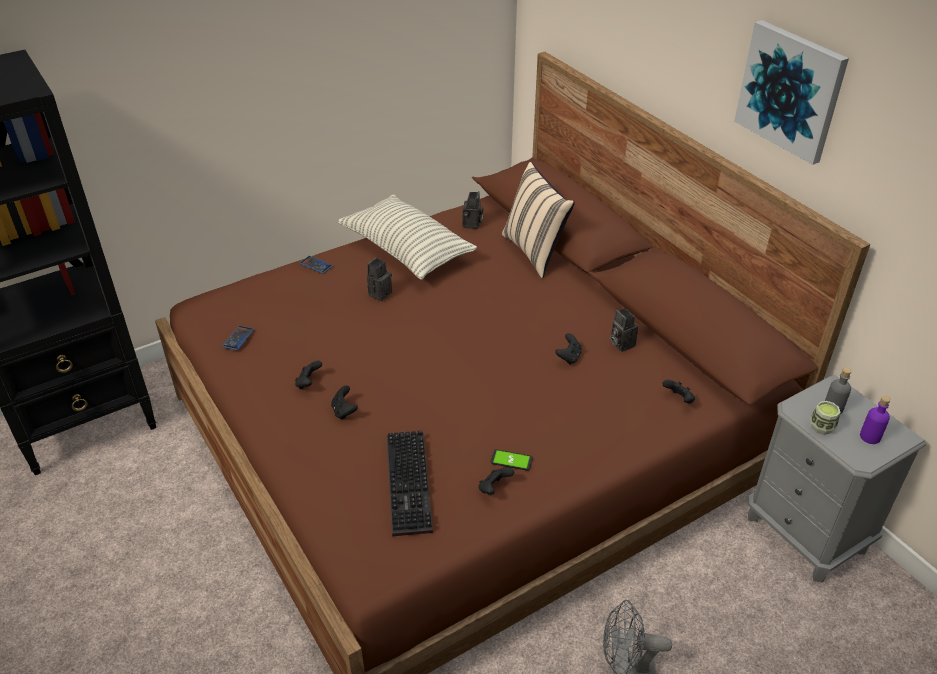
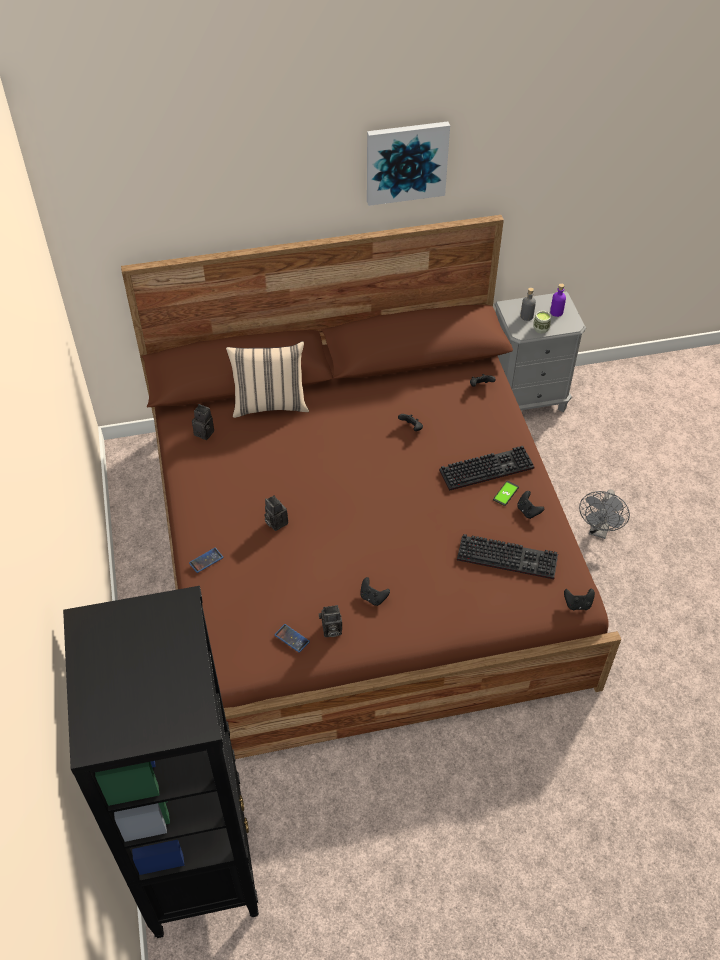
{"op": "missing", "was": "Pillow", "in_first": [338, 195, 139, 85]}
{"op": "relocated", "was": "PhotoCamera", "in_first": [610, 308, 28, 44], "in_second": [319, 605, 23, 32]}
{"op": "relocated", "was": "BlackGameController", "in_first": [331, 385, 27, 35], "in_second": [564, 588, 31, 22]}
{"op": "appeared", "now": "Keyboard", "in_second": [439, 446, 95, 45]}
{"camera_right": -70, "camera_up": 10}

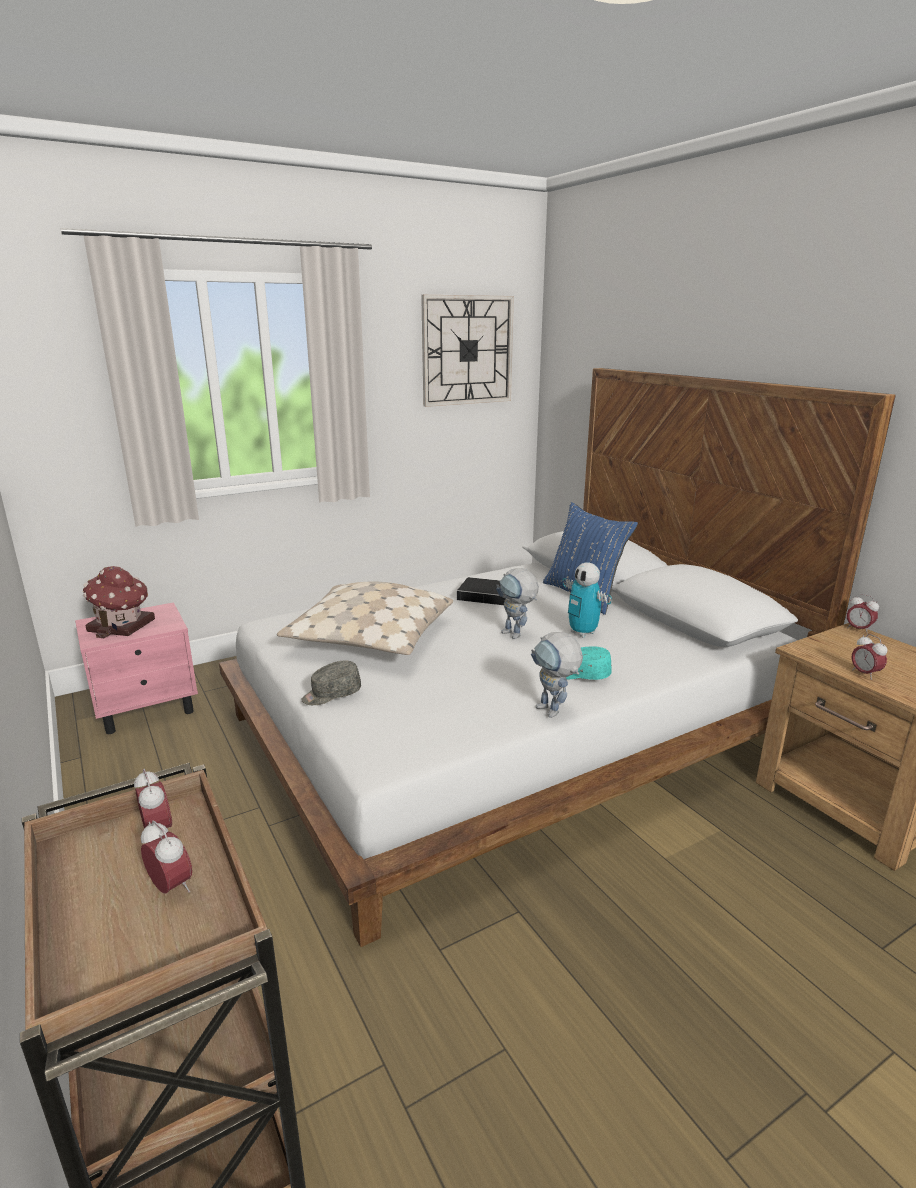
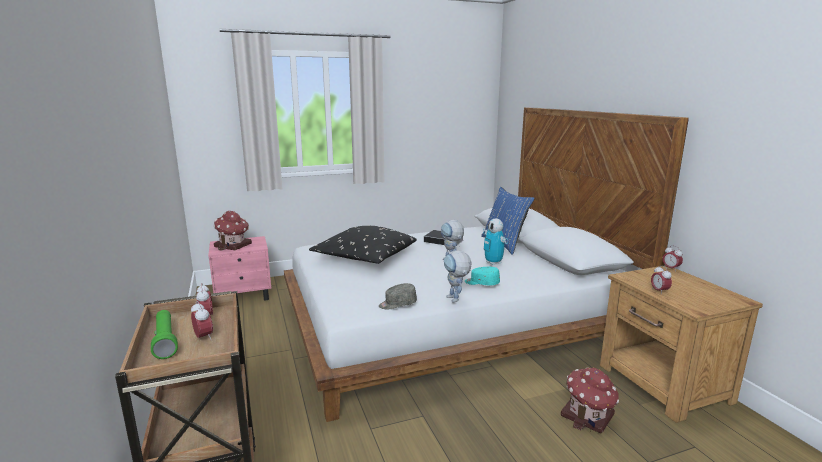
{"op": "missing", "was": "WallClock", "in_first": [421, 295, 93, 112]}
{"op": "colour", "was": "BeigePillow", "now": "BlackPillow", "in_first": [277, 581, 176, 74], "in_second": [309, 226, 108, 38]}
{"op": "relocated", "was": "GreyCap", "in_first": [301, 660, 60, 45], "in_second": [379, 283, 38, 26]}
{"op": "appeared", "now": "GreenFlashlight", "in_second": [151, 310, 27, 49]}
{"op": "appeared", "now": "ToyHouse", "in_second": [561, 367, 58, 66]}
{"camera_right": 10, "camera_up": -5}

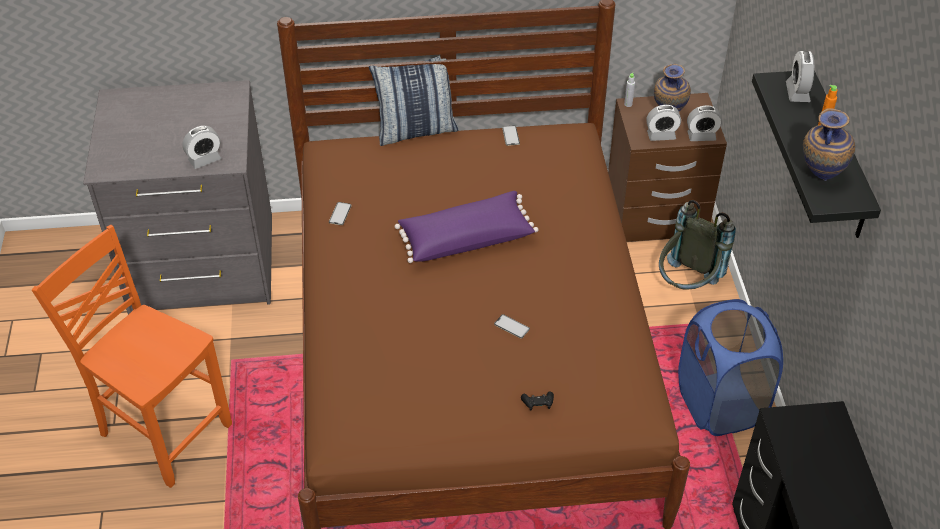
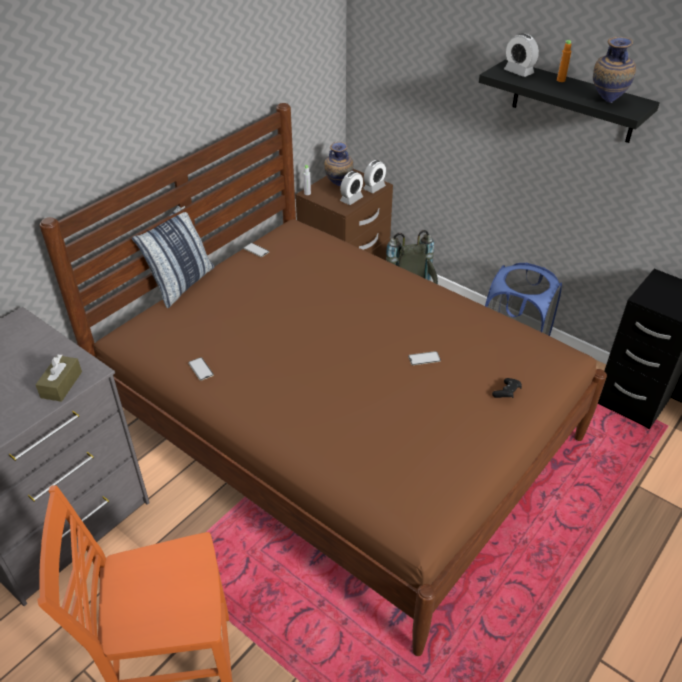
{"op": "exchanged", "was": "AlarmClock", "now": "BrownTissueBox", "in_first": [182, 126, 39, 43], "in_second": [35, 354, 47, 48]}
{"op": "missing", "was": "PurplePillow", "in_first": [395, 191, 143, 72]}
{"camera_right": -45, "camera_up": -5}

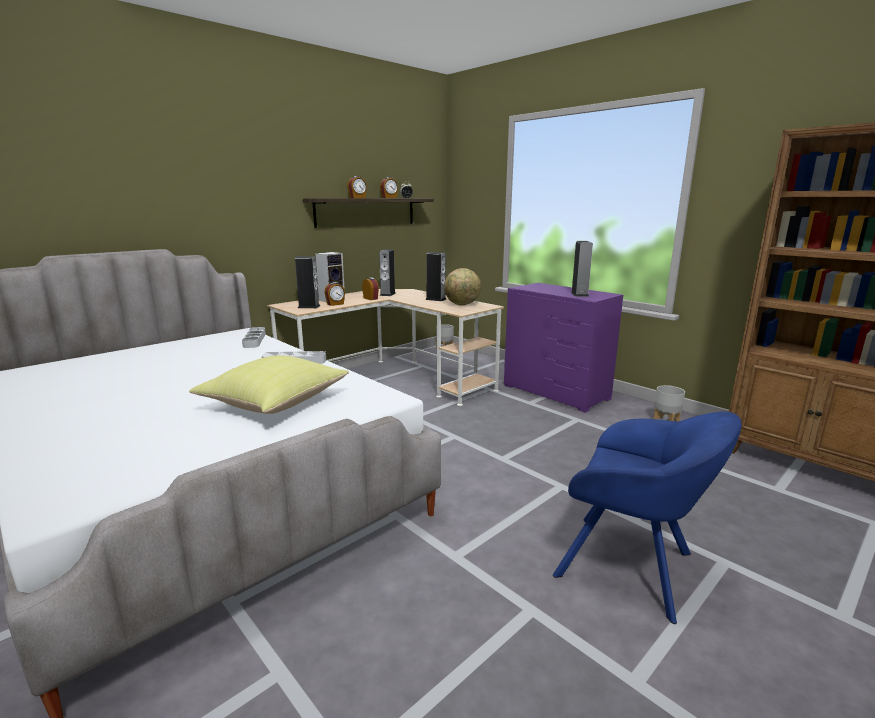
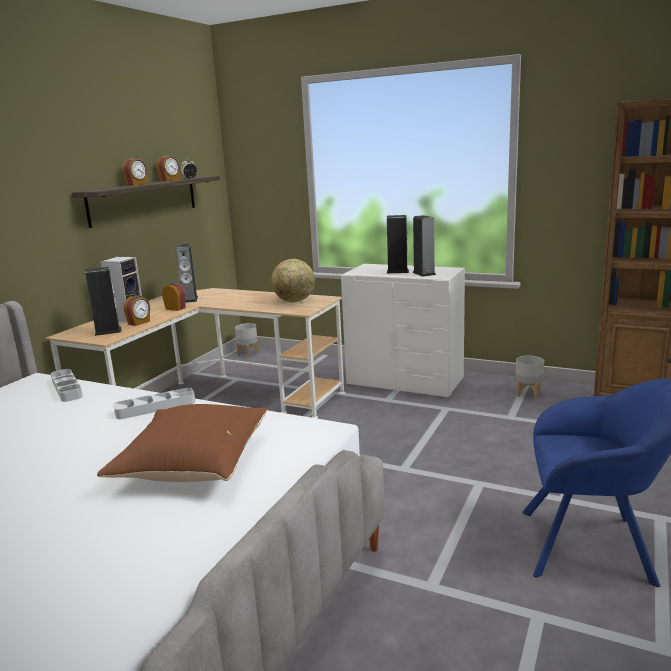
{"op": "relocated", "was": "Speaker", "in_first": [425, 252, 21, 49], "in_second": [387, 215, 22, 58]}
{"op": "colour", "was": "PurpleDresser", "now": "WhiteDresser", "in_first": [504, 283, 119, 130], "in_second": [341, 264, 124, 135]}
{"op": "colour", "was": "YellowPillow", "now": "BrownPillow", "in_first": [189, 355, 160, 59], "in_second": [97, 404, 171, 78]}
{"camera_right": -20, "camera_up": 0}

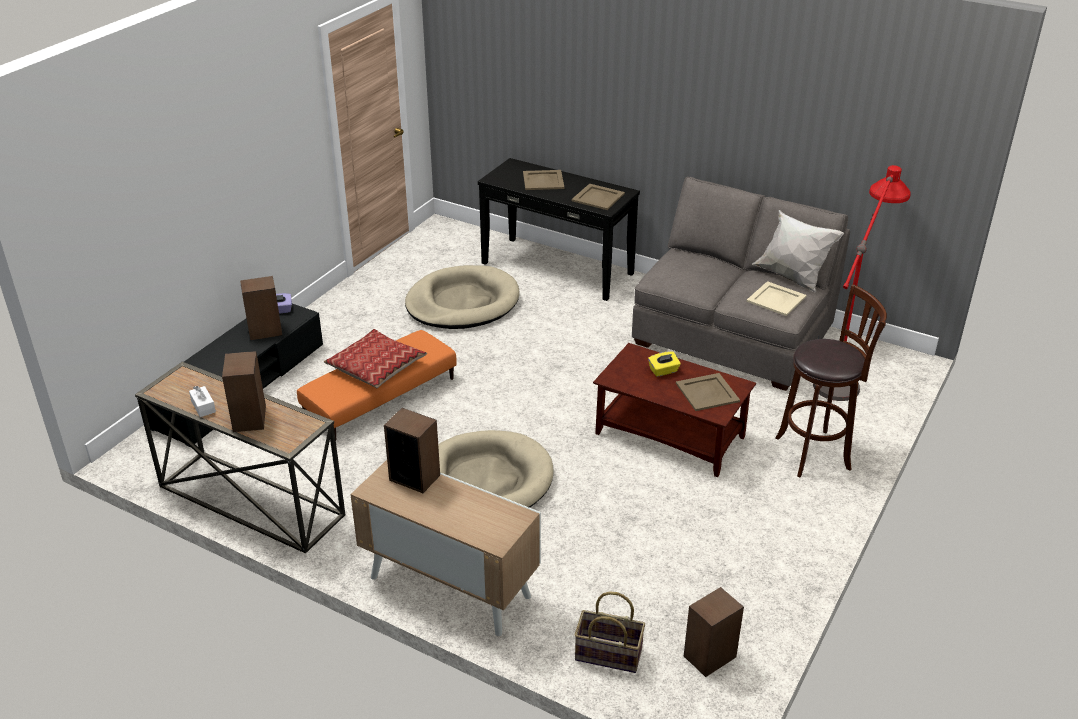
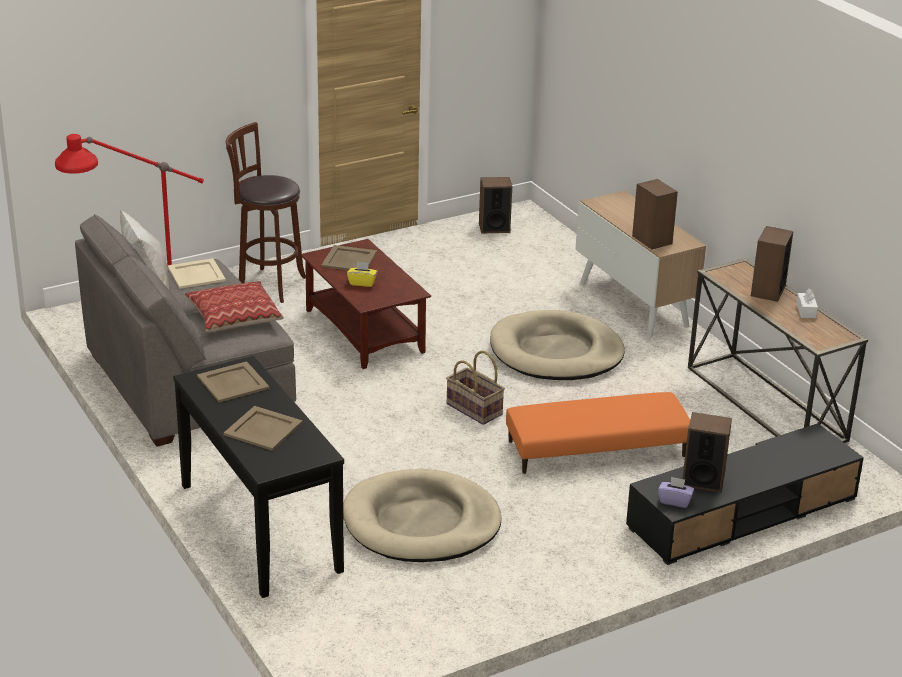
{"op": "relocated", "was": "Pillow", "in_first": [324, 329, 104, 59], "in_second": [184, 281, 100, 52]}
{"op": "relocated", "was": "Basket", "in_first": [574, 591, 71, 82], "in_second": [446, 351, 59, 74]}
{"camera_right": -150, "camera_up": -5}

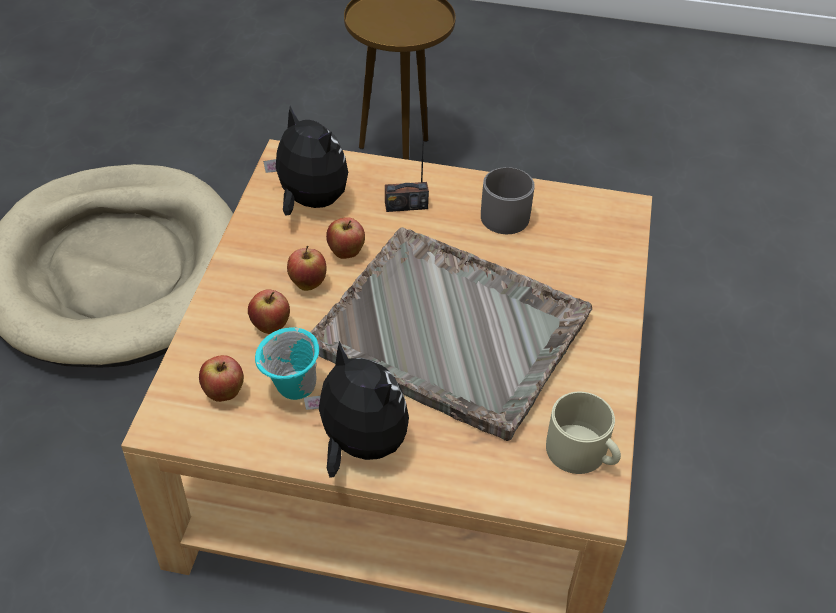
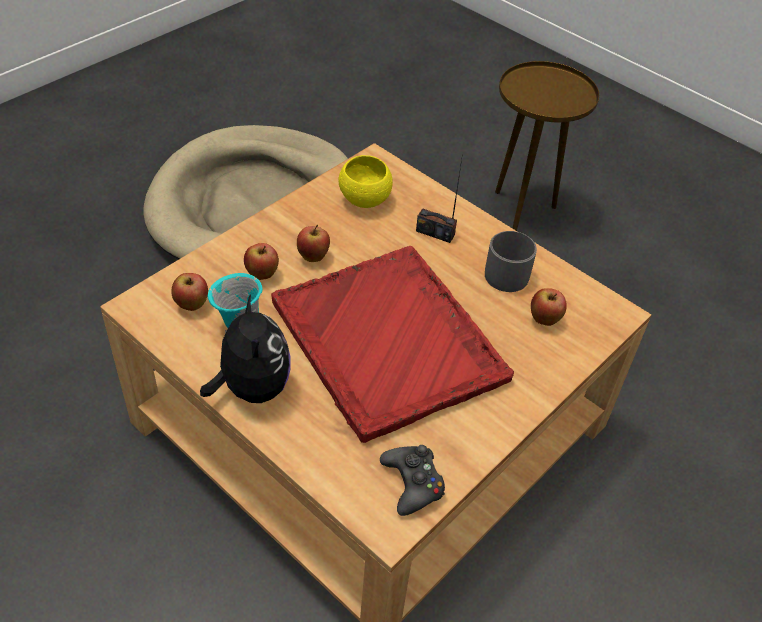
{"op": "exchanged", "was": "PlushToy", "now": "YellowBowl", "in_first": [263, 106, 85, 110], "in_second": [338, 155, 55, 53]}
{"op": "relocated", "was": "Apple", "in_first": [326, 217, 39, 42], "in_second": [531, 288, 36, 38]}
{"op": "colour", "was": "GreyTray", "now": "RedTray", "in_first": [310, 227, 282, 214], "in_second": [271, 246, 243, 197]}
{"op": "exchanged", "was": "BeigeMug", "now": "BlackGameController", "in_first": [546, 392, 75, 82], "in_second": [380, 445, 65, 71]}
{"camera_right": 30, "camera_up": 0}

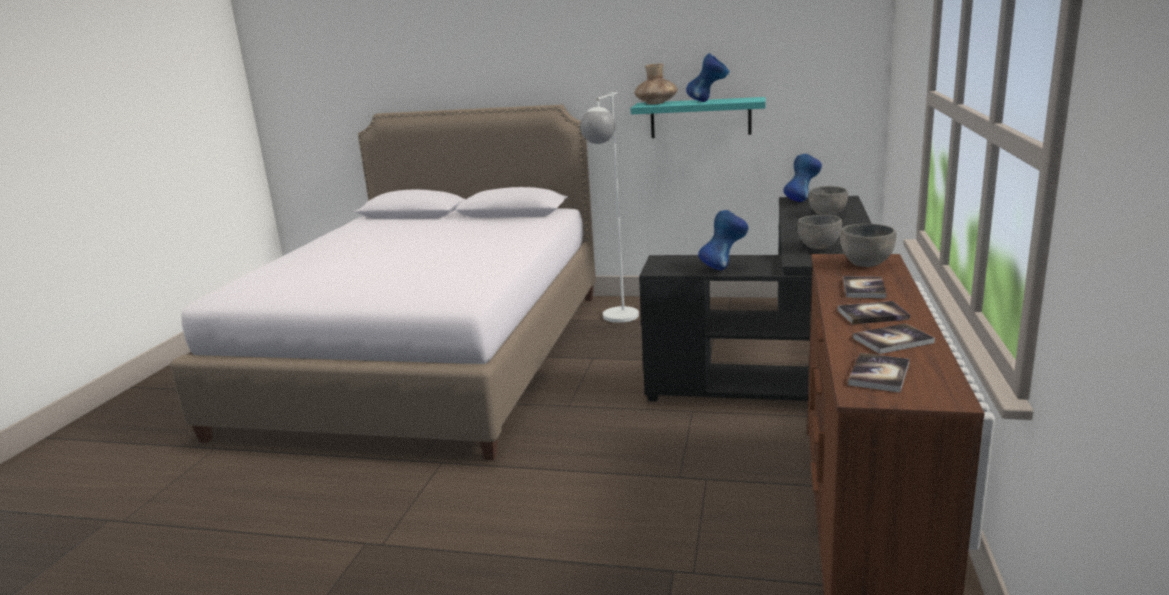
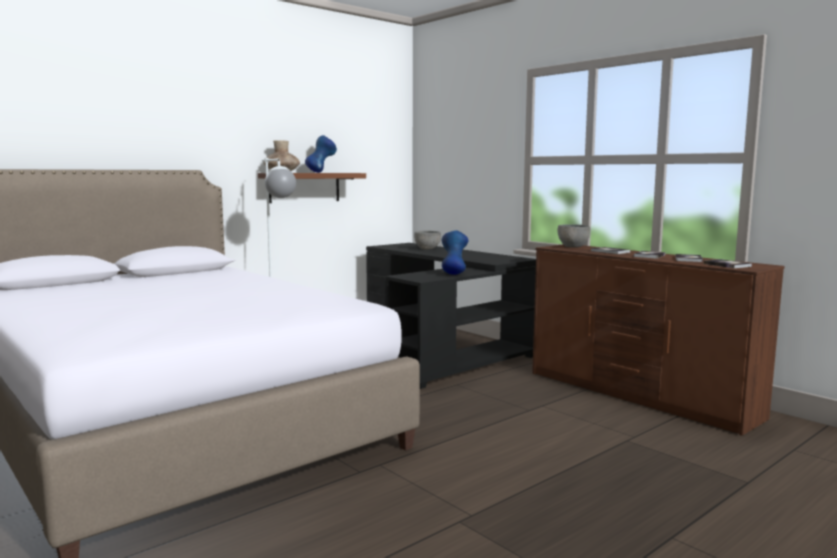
{"op": "colour", "was": "TurquoiseShelf", "now": "BrownShelf", "in_first": [630, 97, 136, 41], "in_second": [258, 173, 108, 30]}
{"op": "missing", "was": "BlueVase", "in_first": [784, 154, 38, 48]}
{"op": "missing", "was": "GreyBowl", "in_first": [797, 215, 45, 34]}
{"camera_right": -55, "camera_up": -10}

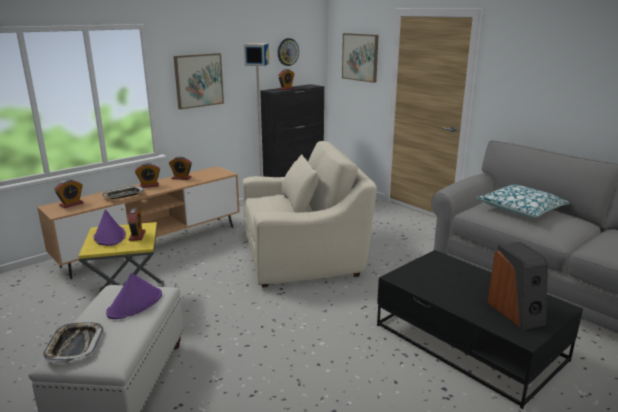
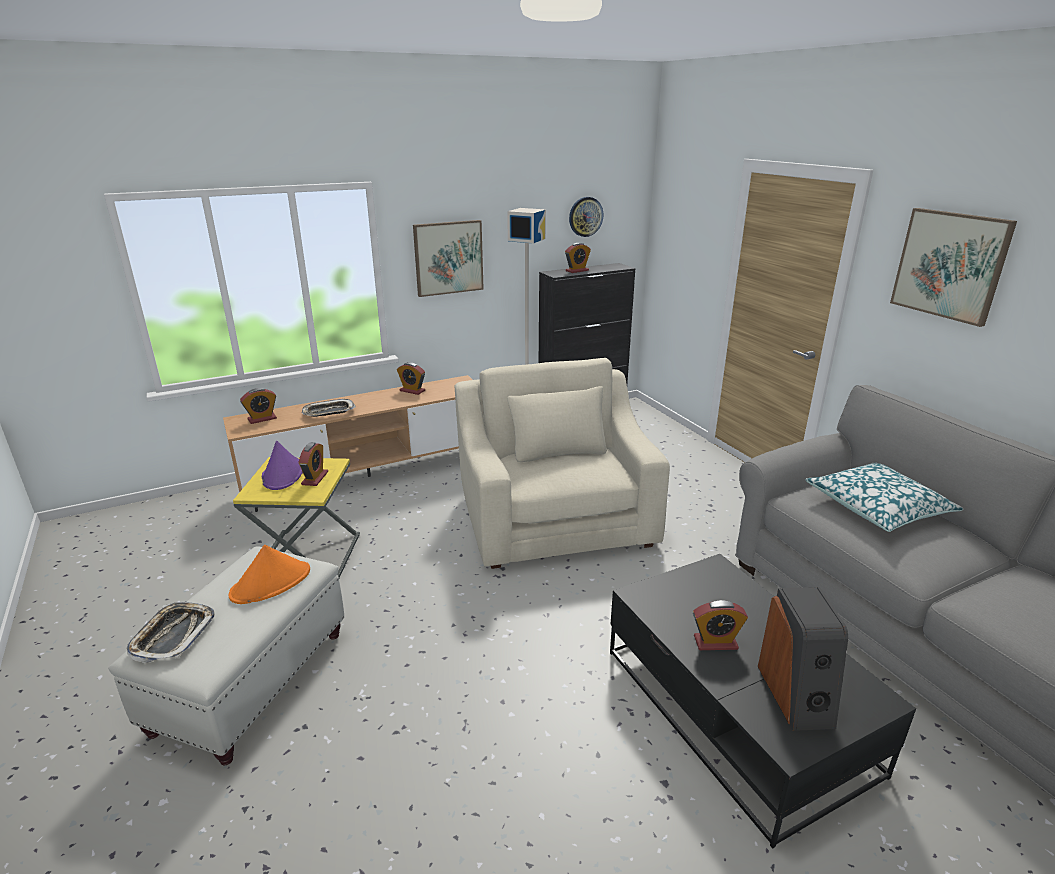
{"op": "relocated", "was": "Picture", "in_first": [342, 33, 37, 50], "in_second": [890, 208, 127, 119]}
{"op": "spun", "was": "BeigeArmchair", "in_first": [242, 141, 135, 146], "in_second": [455, 358, 215, 211], "clockwise": -105}
{"op": "relocated", "was": "AlarmClock", "in_first": [135, 163, 25, 25], "in_second": [693, 600, 55, 50]}
{"op": "colour", "was": "PurpleHat", "now": "OrangeHat", "in_first": [106, 273, 56, 46], "in_second": [229, 545, 81, 59]}
{"camera_right": 15, "camera_up": 5}

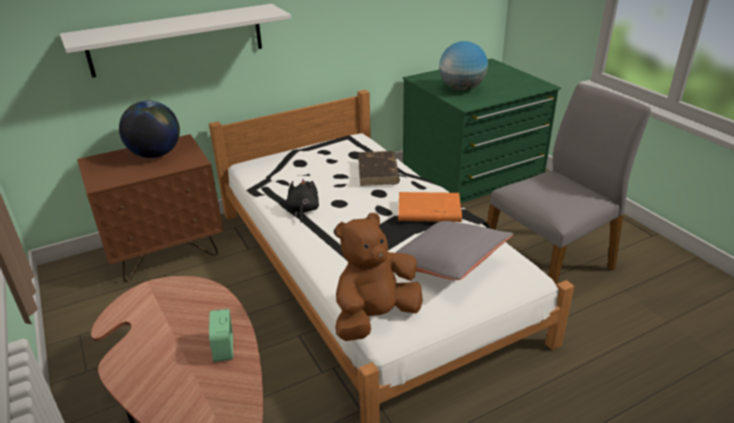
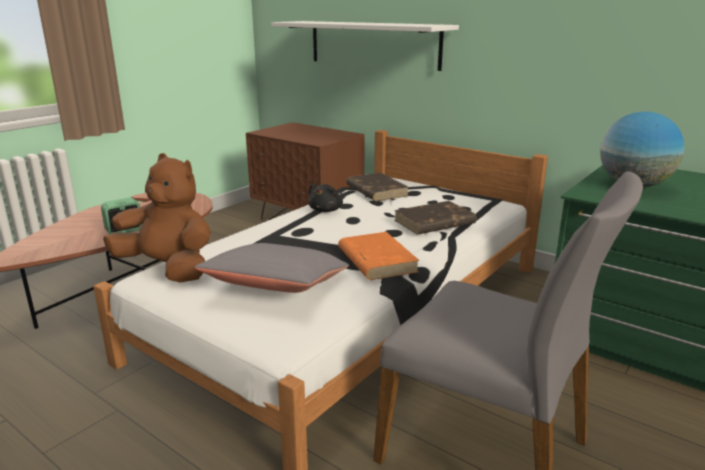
{"op": "missing", "was": "Globe", "in_first": [119, 101, 61, 57]}
{"op": "spun", "was": "BlackPlushToy", "in_first": [285, 179, 34, 44], "in_second": [308, 183, 35, 29], "clockwise": 135}
{"op": "appeared", "now": "BrownBook", "in_second": [346, 173, 63, 28]}
{"camera_right": 65, "camera_up": -10}

